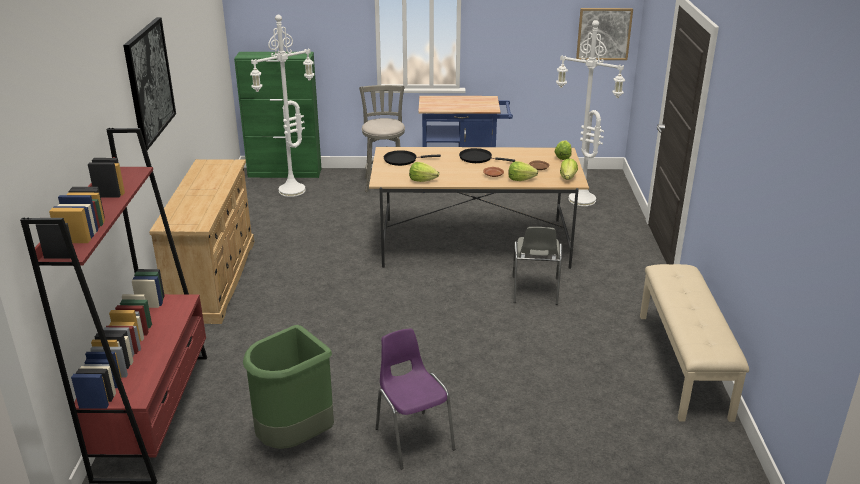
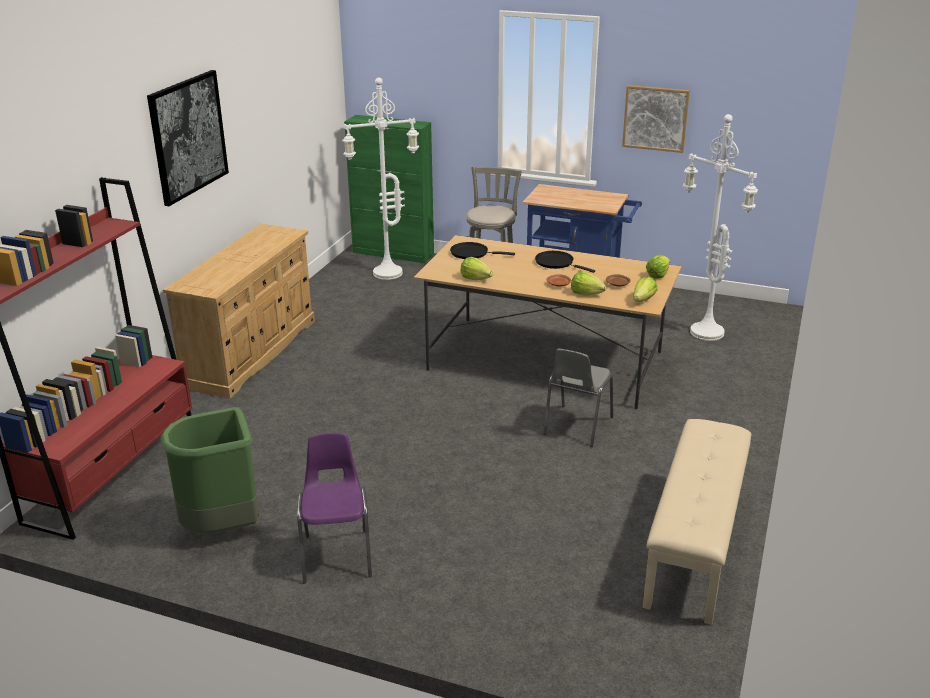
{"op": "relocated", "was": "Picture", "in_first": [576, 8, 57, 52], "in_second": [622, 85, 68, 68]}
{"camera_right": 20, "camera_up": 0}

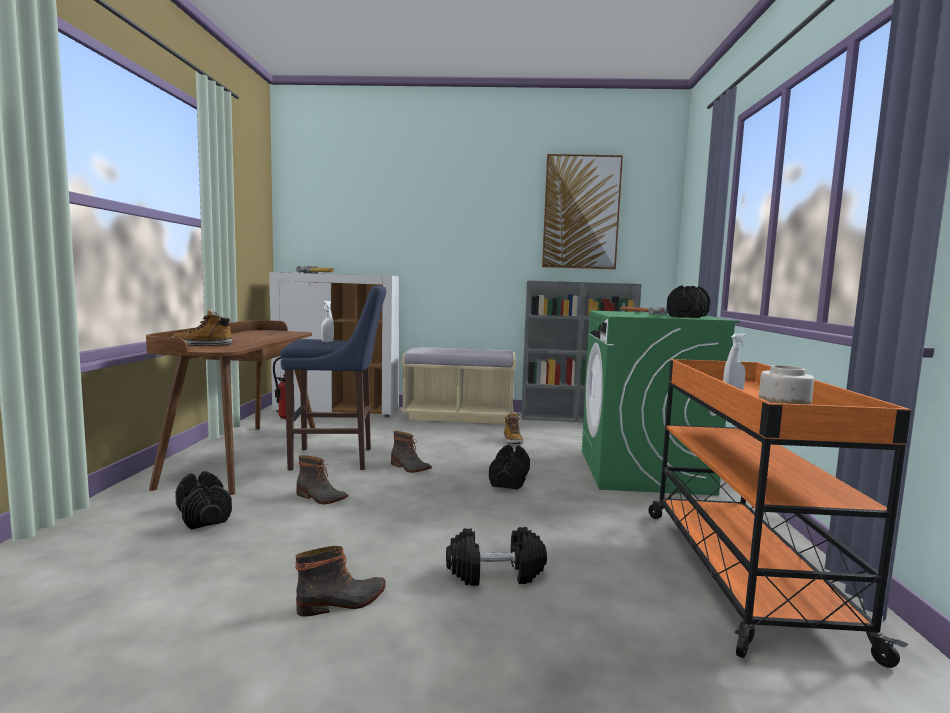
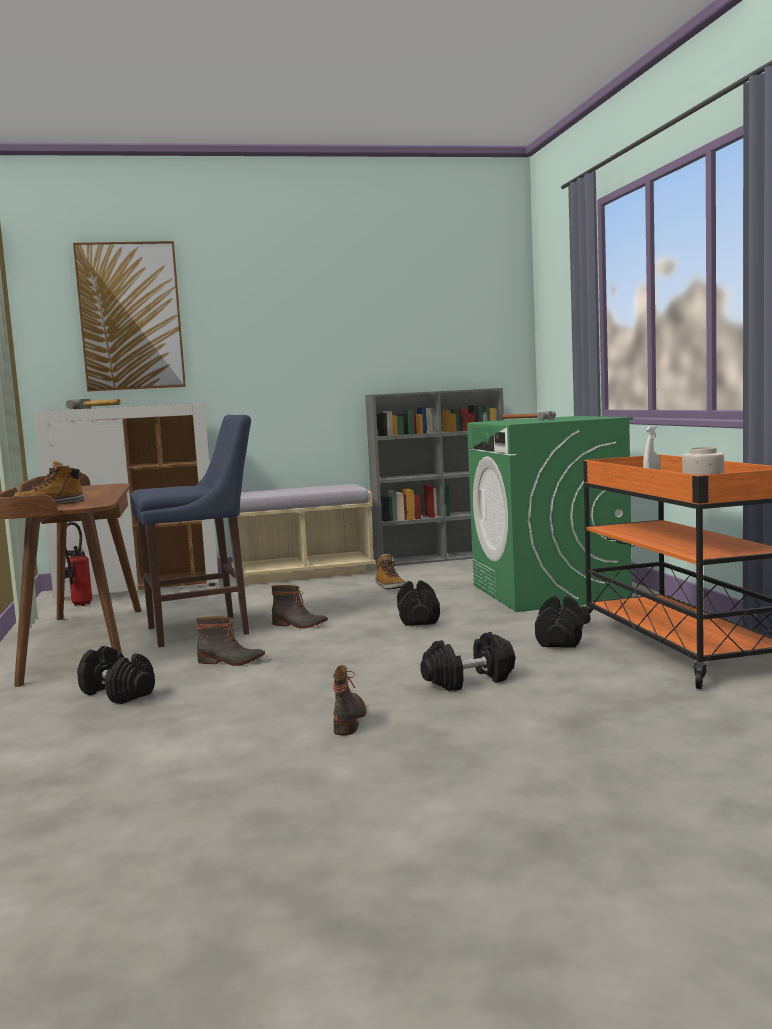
{"op": "relocated", "was": "Picture", "in_first": [542, 154, 81, 115], "in_second": [73, 241, 113, 150]}
{"op": "relocated", "was": "BlackDumbbell", "in_first": [667, 285, 44, 33], "in_second": [535, 596, 49, 52]}
{"op": "missing", "was": "WhiteSprayBottle", "in_first": [321, 301, 13, 41]}
{"op": "spun", "was": "Boot", "in_first": [295, 546, 91, 71], "in_second": [333, 665, 33, 70], "clockwise": -45}
{"camera_right": -15, "camera_up": 0}

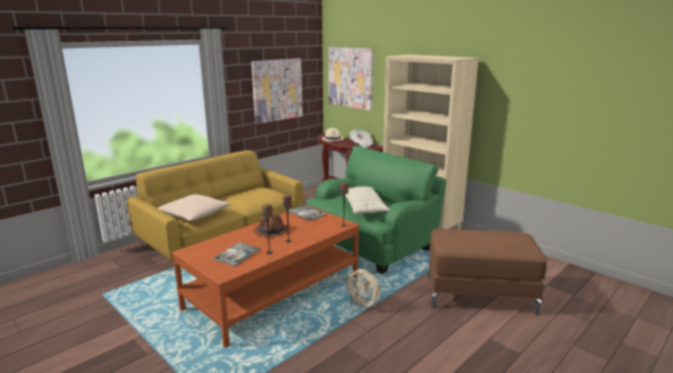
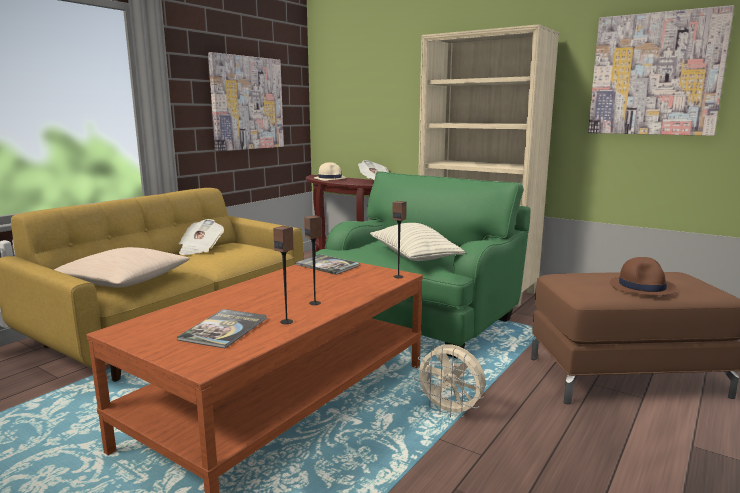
{"op": "relocated", "was": "Picture", "in_first": [328, 47, 46, 64], "in_second": [588, 5, 146, 131]}
{"op": "relocated", "was": "BrownHat", "in_first": [254, 213, 34, 24], "in_second": [610, 257, 67, 39]}
{"op": "appeared", "now": "Newspaper", "in_second": [178, 219, 46, 36]}
{"camera_right": -10, "camera_up": -5}

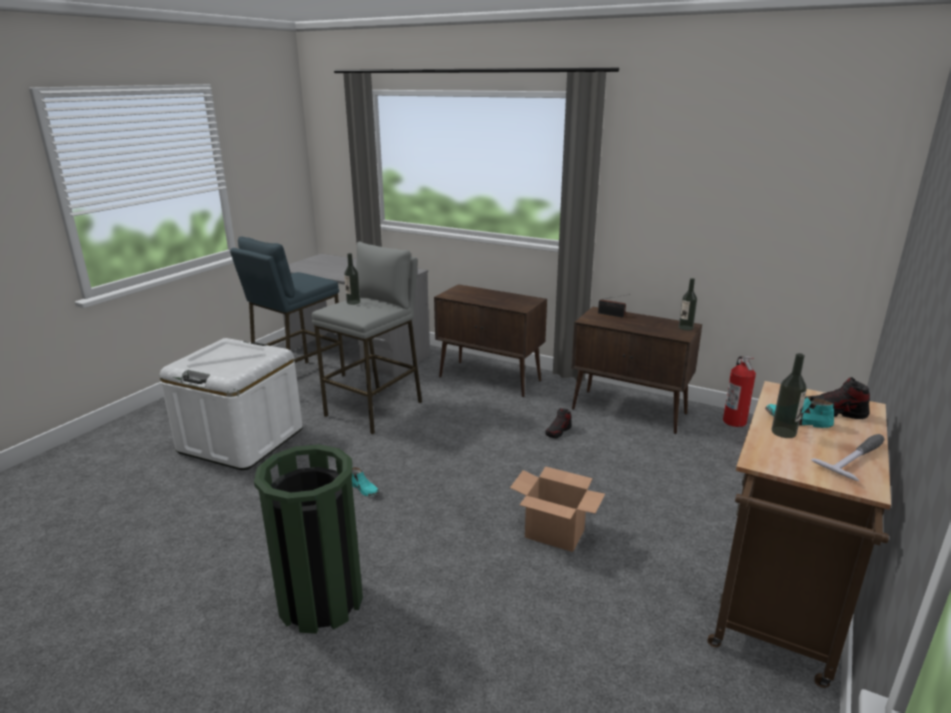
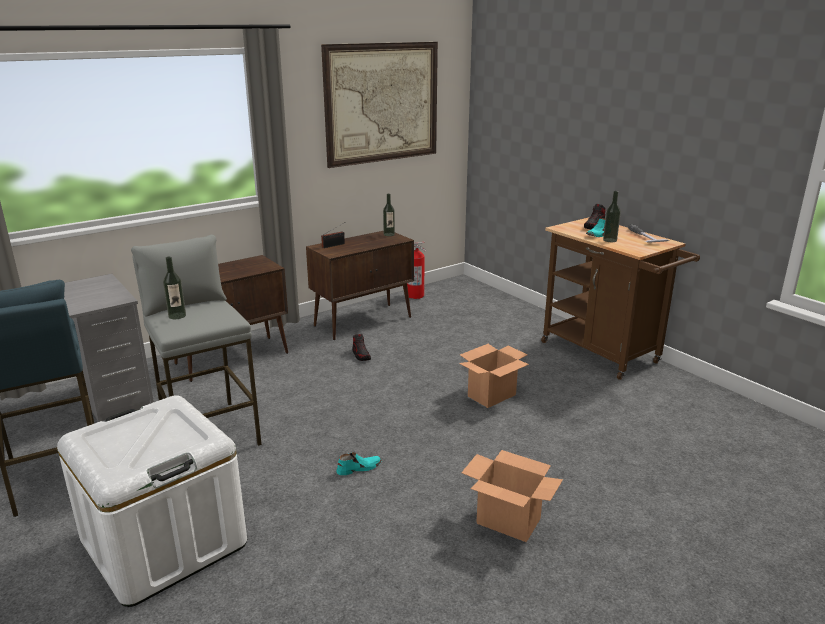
{"op": "exchanged", "was": "GreenTrashCan", "now": "CardboardBox", "in_first": [254, 444, 109, 190], "in_second": [461, 450, 102, 92]}
{"op": "appeared", "now": "Picture", "in_second": [321, 42, 117, 126]}
{"camera_right": -65, "camera_up": 0}

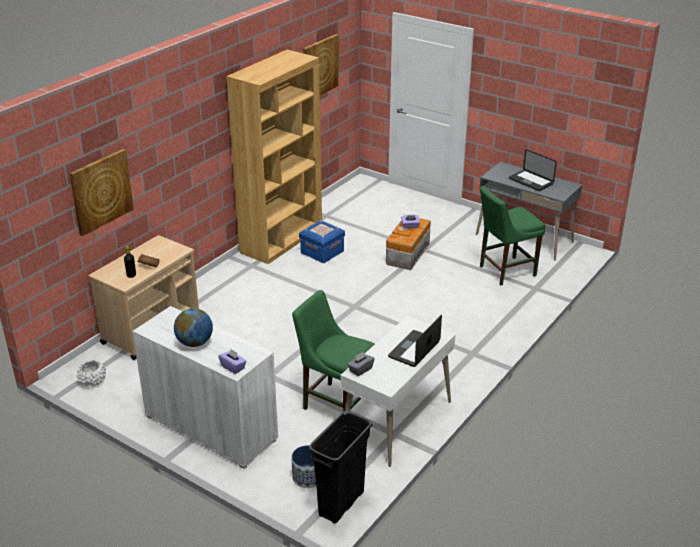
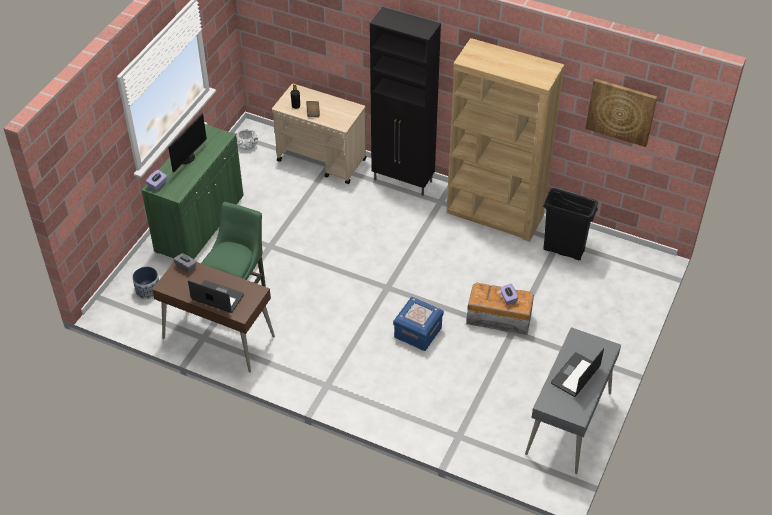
{"op": "missing", "was": "Picture", "in_first": [69, 149, 65, 87]}
{"op": "missing", "was": "GreenChair", "in_first": [480, 186, 65, 99]}
{"op": "relocated", "was": "BlueStorageBox", "in_first": [299, 220, 46, 43], "in_second": [393, 297, 51, 54]}
{"op": "colour", "was": "WhiteCabinet", "now": "GreenCabinet", "in_first": [132, 306, 146, 163], "in_second": [141, 124, 103, 135]}
{"op": "exchanged", "was": "Globe", "now": "Monitor", "in_first": [174, 308, 39, 39], "in_second": [168, 113, 39, 59]}
{"op": "colour", "was": "WhiteDesk", "now": "BrownDesk", "in_first": [340, 316, 116, 151], "in_second": [152, 262, 123, 111]}
{"op": "relocated", "was": "BlackTrashCan", "in_first": [309, 411, 63, 112], "in_second": [543, 188, 55, 72]}
{"op": "appeared", "now": "BlackCabinet", "in_second": [370, 7, 71, 189]}
{"camera_right": 80, "camera_up": 15}

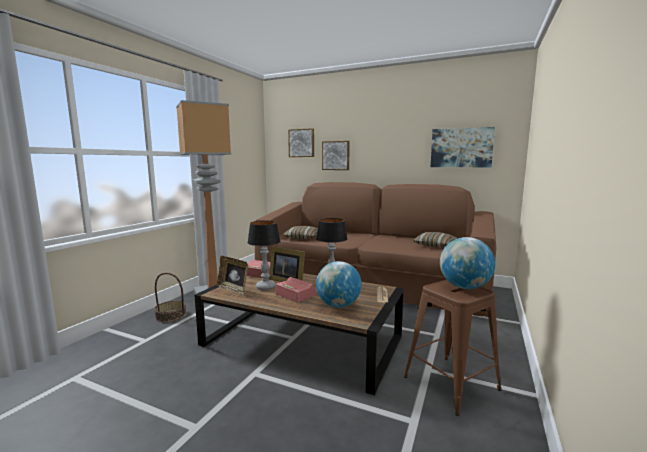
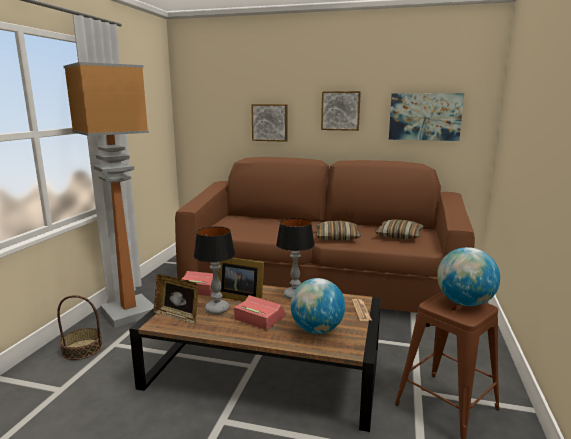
{"op": "relocated", "was": "Picture", "in_first": [288, 128, 26, 29], "in_second": [321, 91, 40, 40]}
{"op": "relocated", "was": "Pillow", "in_first": [283, 226, 35, 13], "in_second": [316, 221, 45, 19]}
{"camera_right": -10, "camera_up": 5}

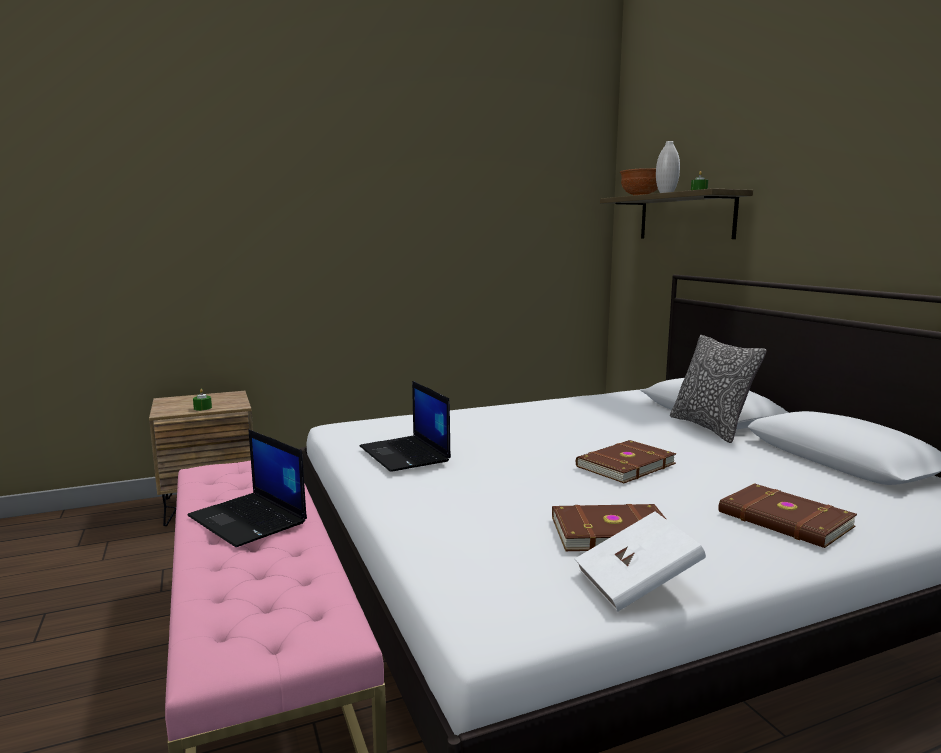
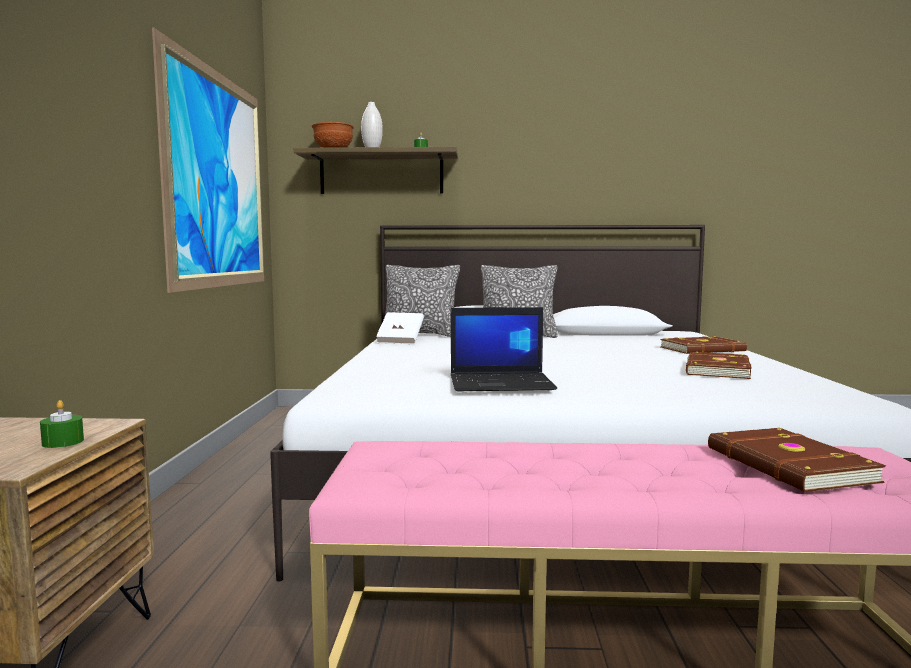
{"op": "missing", "was": "Laptop", "in_first": [187, 429, 120, 118]}
{"op": "relocated", "was": "BrownBook", "in_first": [576, 440, 101, 43], "in_second": [708, 428, 178, 64]}
{"op": "relocated", "was": "WhiteBook", "in_first": [575, 511, 131, 101], "in_second": [376, 312, 48, 32]}
{"op": "appeared", "now": "Picture", "in_second": [152, 27, 112, 266]}
{"op": "appeared", "now": "Pillow", "in_second": [384, 265, 76, 72]}
{"camera_right": -65, "camera_up": -5}

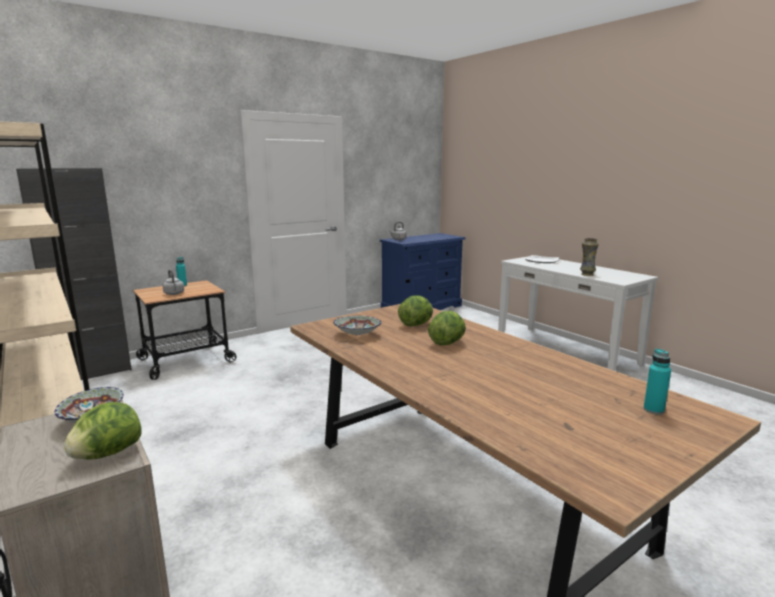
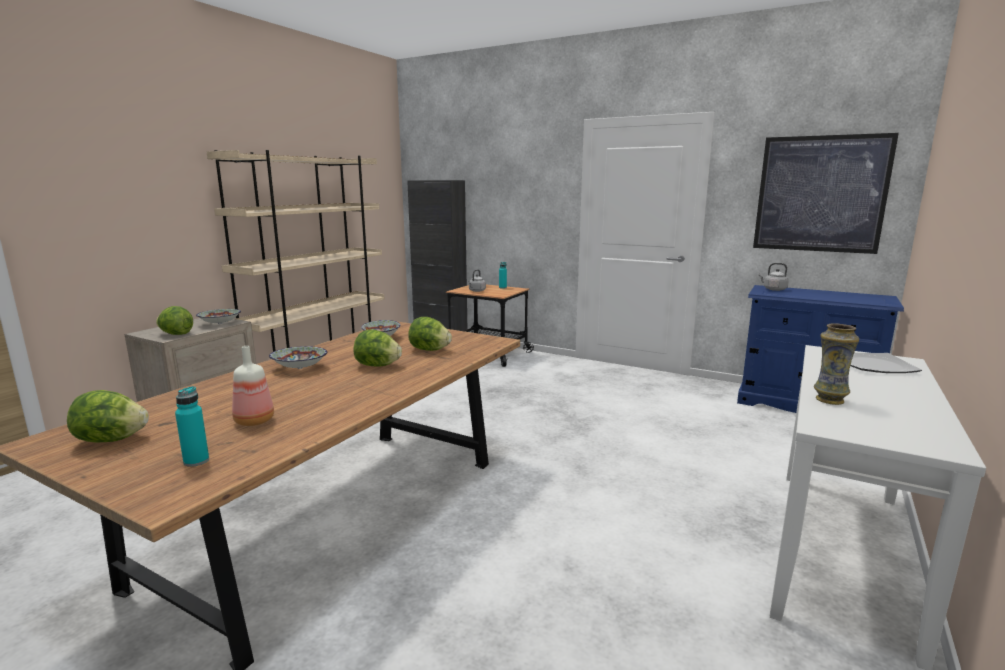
{"op": "appeared", "now": "Picture", "in_second": [753, 133, 146, 121]}
{"op": "appeared", "now": "Bottle", "in_second": [232, 346, 42, 80]}
{"op": "appeared", "now": "Bowl", "in_second": [269, 346, 58, 23]}
{"op": "appeared", "now": "Lettuce", "in_second": [67, 390, 82, 52]}
{"camera_right": 65, "camera_up": 0}

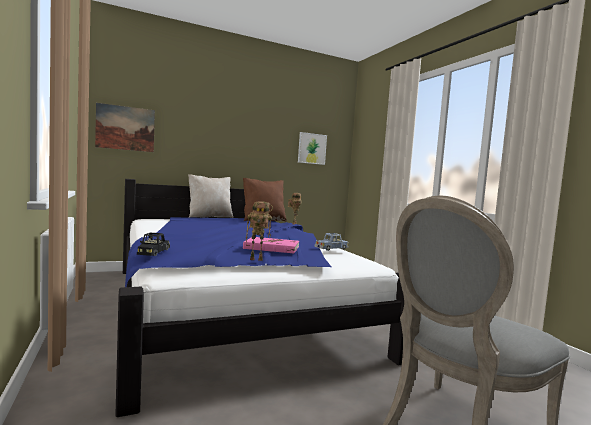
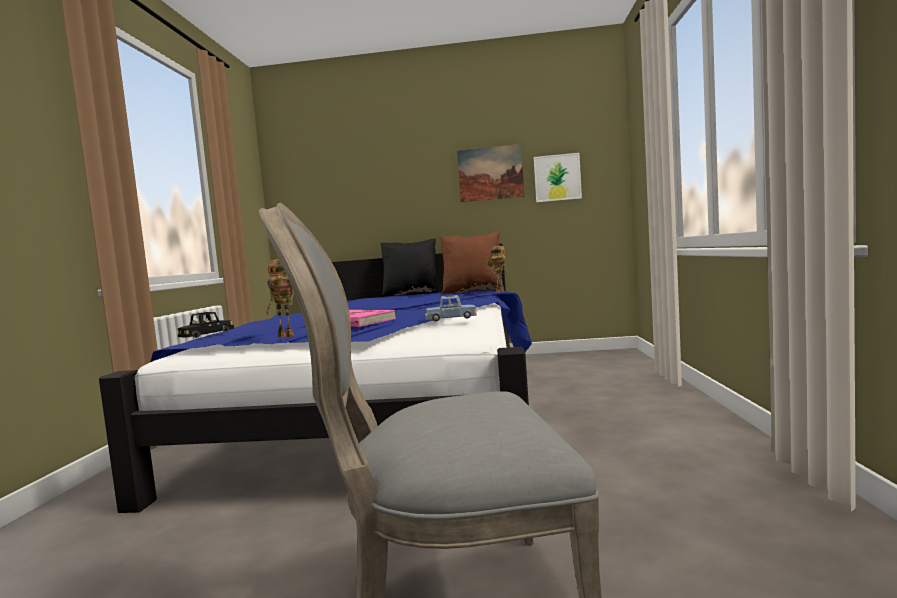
{"op": "relocated", "was": "Picture", "in_first": [95, 103, 60, 49], "in_second": [457, 144, 68, 58]}
{"op": "colour", "was": "BeigePillow", "now": "BlackPillow", "in_first": [188, 174, 45, 44], "in_second": [381, 239, 58, 58]}
{"camera_right": 30, "camera_up": 0}

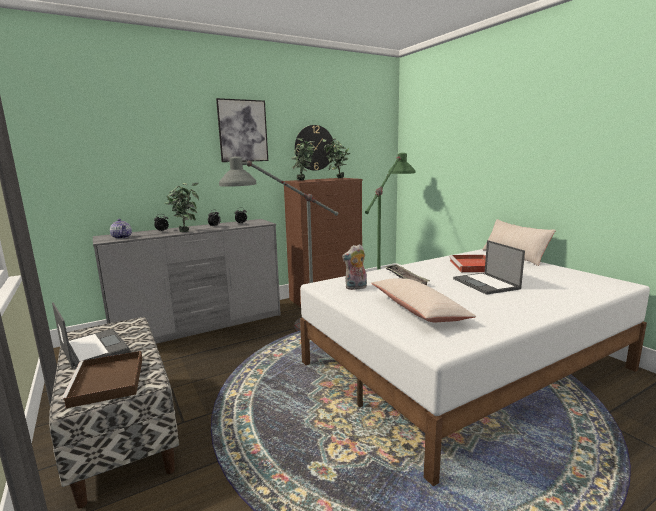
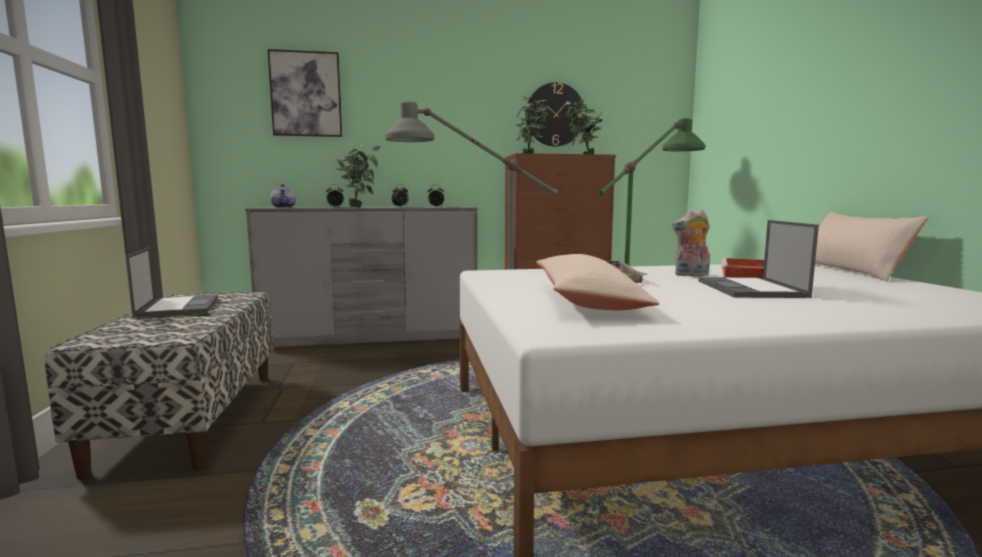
{"op": "relocated", "was": "Picture", "in_first": [216, 98, 52, 64], "in_second": [268, 49, 74, 88]}
{"op": "relocated", "was": "PlushToy", "in_first": [342, 244, 25, 46], "in_second": [672, 209, 38, 67]}
{"op": "missing", "was": "BrownTray", "in_first": [61, 351, 81, 58]}
{"camera_right": 20, "camera_up": -5}

